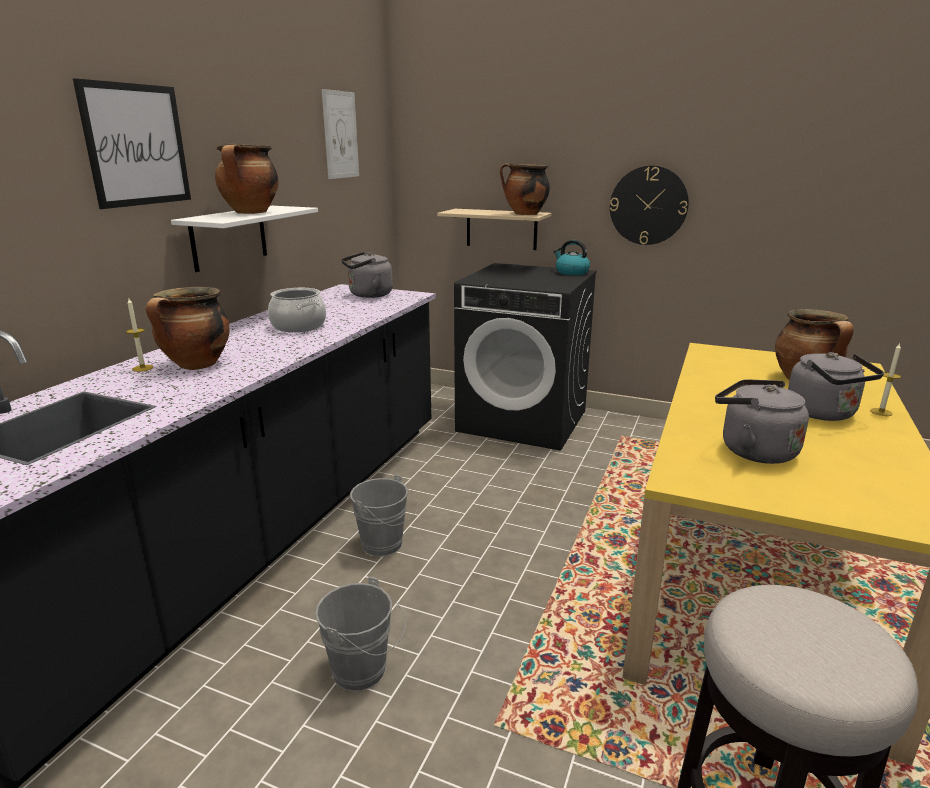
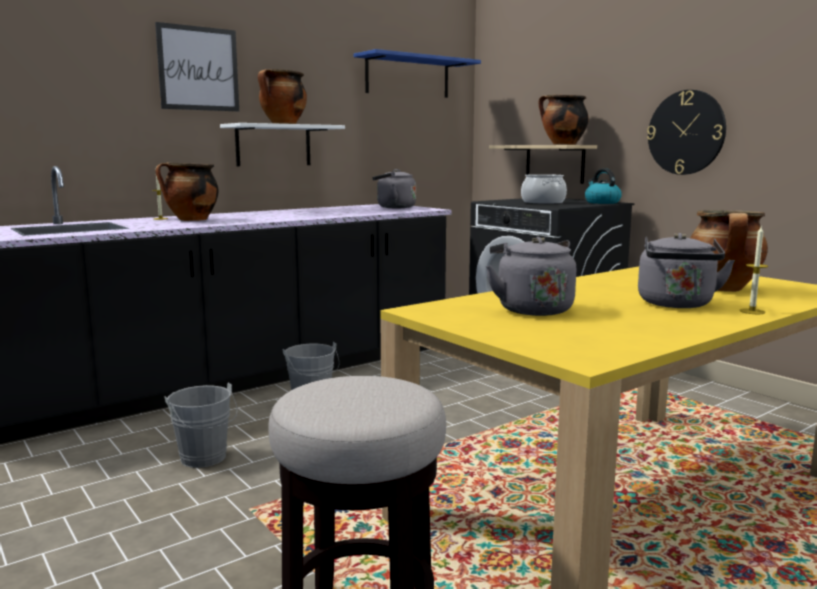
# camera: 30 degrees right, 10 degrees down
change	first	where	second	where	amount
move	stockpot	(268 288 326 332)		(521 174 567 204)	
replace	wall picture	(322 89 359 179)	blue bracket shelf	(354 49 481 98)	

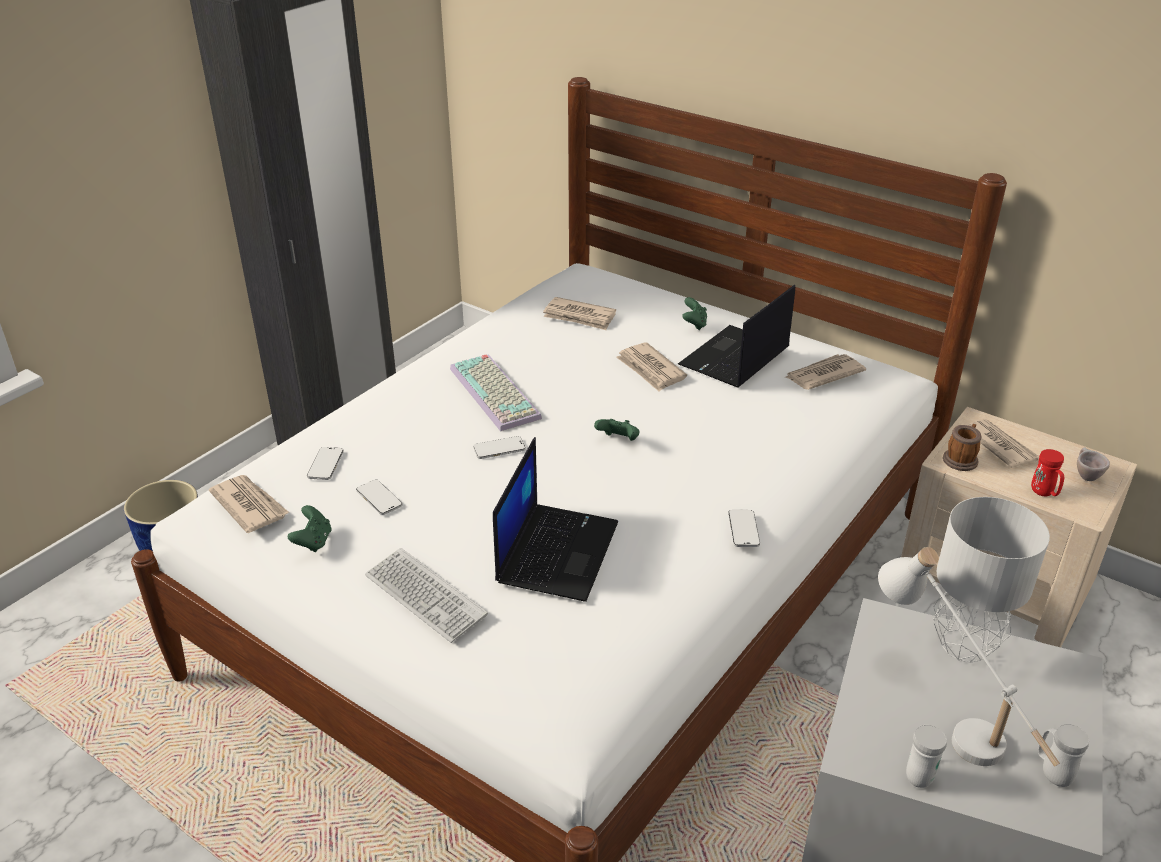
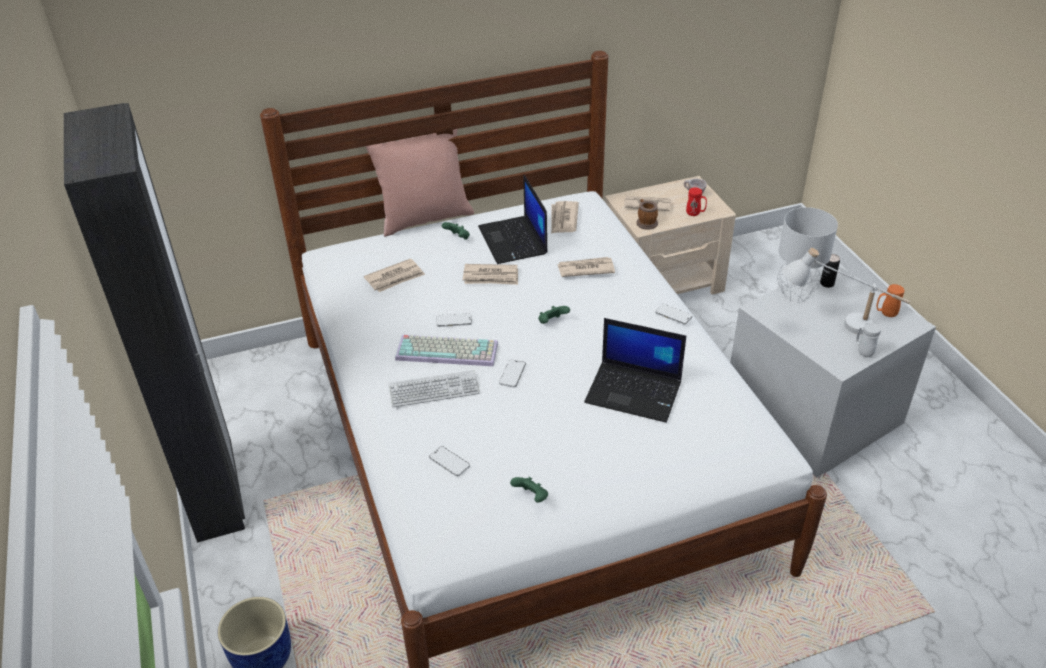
# camera: 55 degrees left, 5 degrees up
change	first	where	second	where	amount
insert			pink throw pillow	(365 129 474 237)	
insert			metal can	(820 254 840 288)	
move	daily paper	(209 475 289 533)		(558 257 615 277)	
move	phone	(356 480 402 515)		(437 313 472 327)	
move	keyboard	(365 548 488 643)		(388 370 480 407)	
recolor	white tea mug	(1038 724 1089 787)	orange tea mug	(876 284 904 317)	
rotate	portable computer	(493 437 618 602)		(584 318 686 423)	150 degrees clockwise

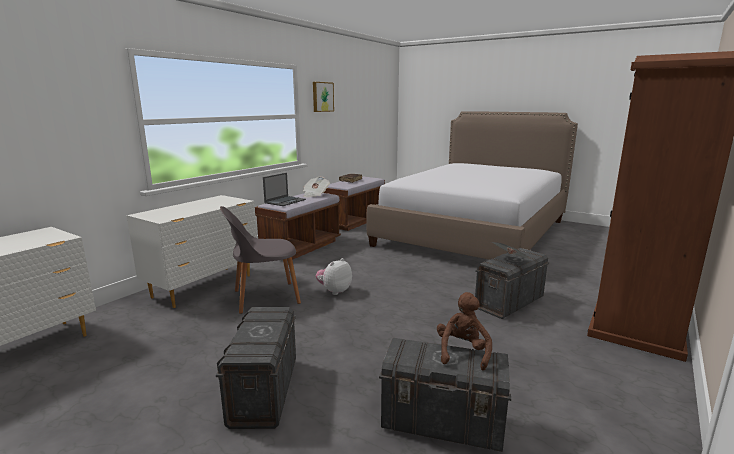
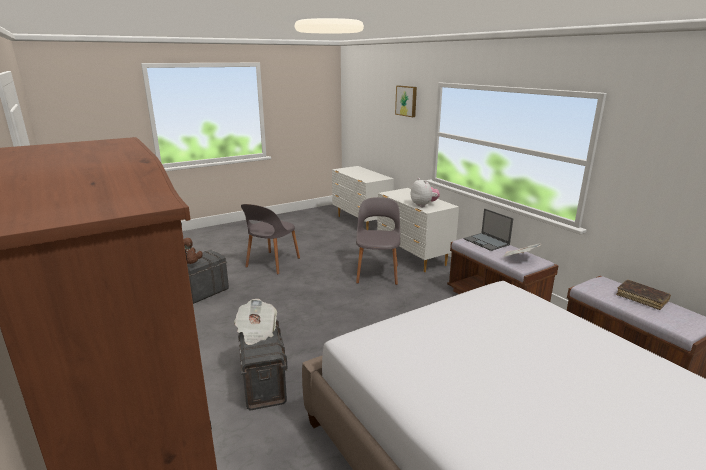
# camera: 115 degrees right, 5 degrees up
change	first	where	second	where	amount
move	wall picture	(313 82 334 112)		(395 86 417 117)	
move	cuddly toy	(315 258 352 295)		(411 178 440 207)	
replace	gray storage bin	(216 307 296 429)	gray chair	(241 204 300 274)	

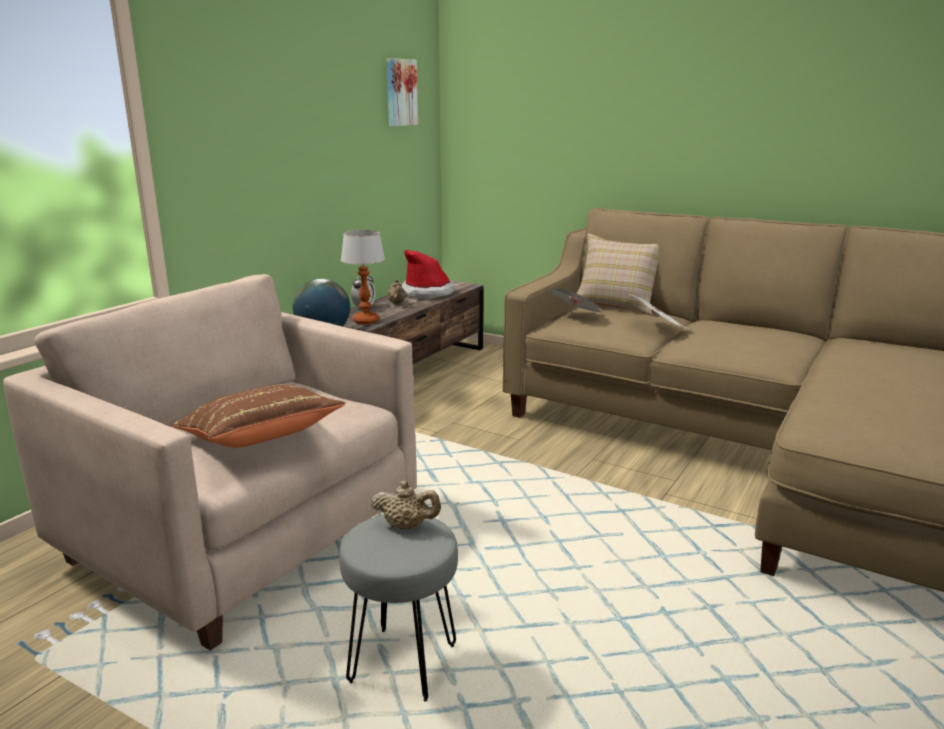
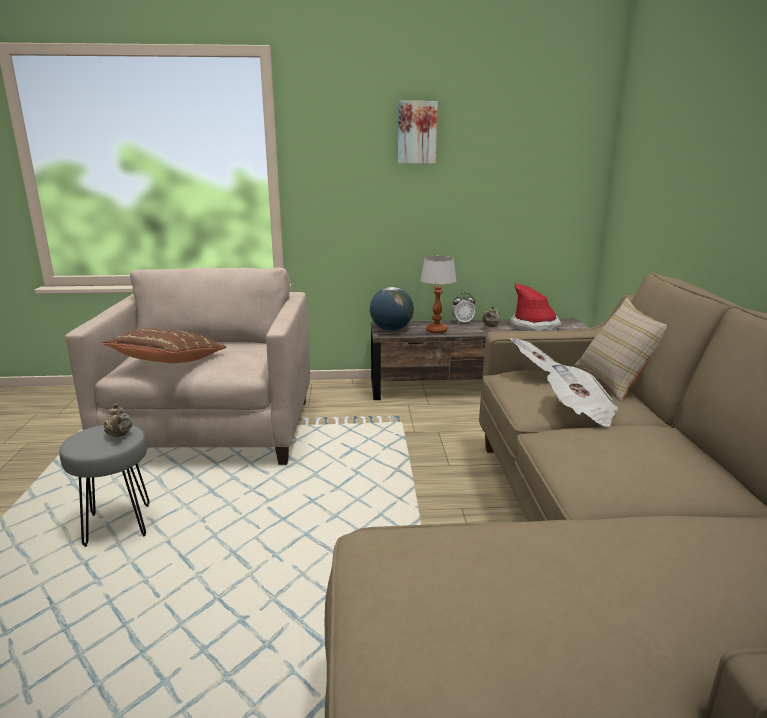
# camera: 55 degrees right, 0 degrees up
change	first	where	second	where	amount
move	wall picture	(387 58 418 126)		(398 101 438 163)	

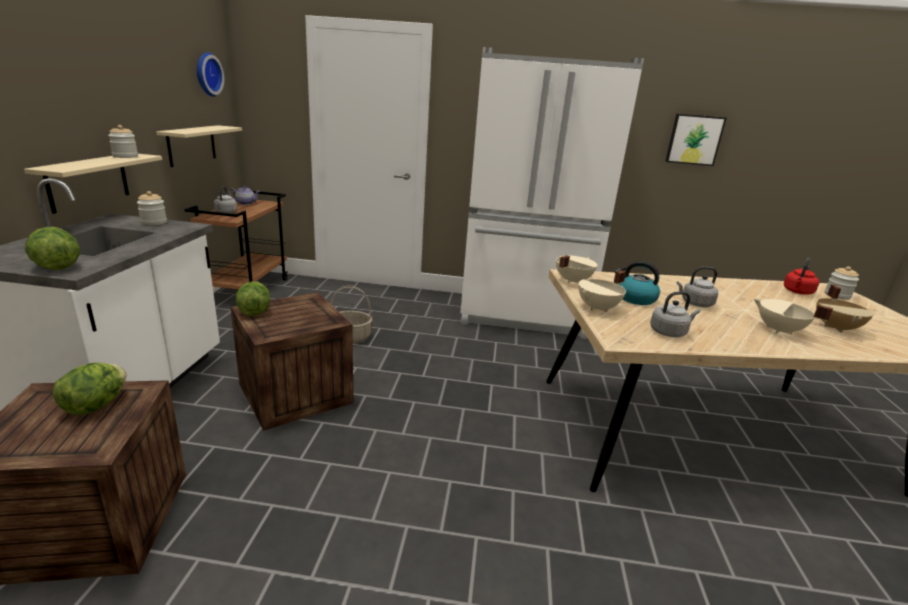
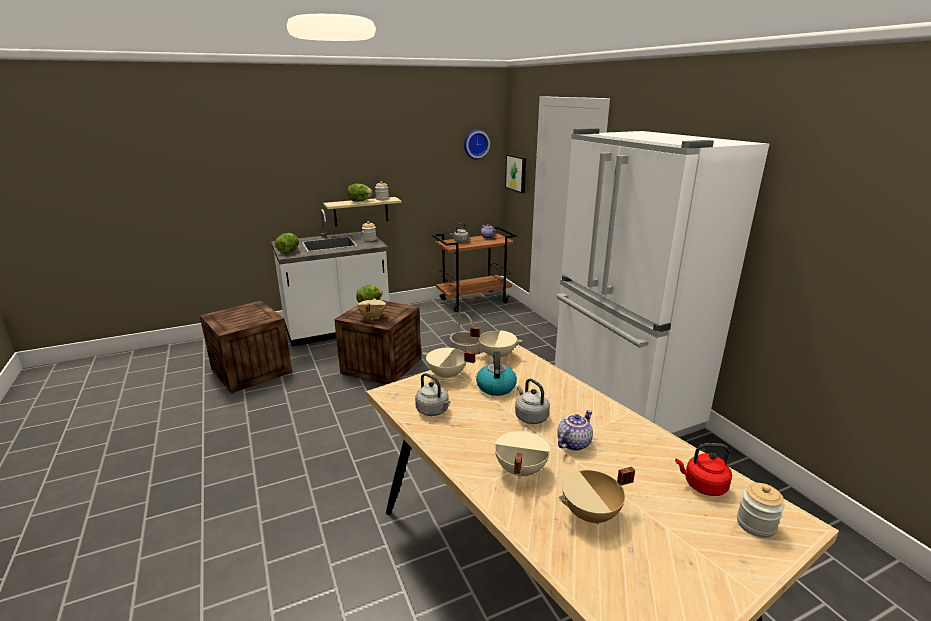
# camera: 60 degrees right, 0 degrees up
change	first	where	second	where	amount
delete	beige-coloured bracket shelf	(156 125 242 167)			
insert			beige-coloured stockpot	(358 298 386 320)	
insert			tea pot	(557 410 593 451)	
move	lettuce head	(52 362 126 415)		(348 183 372 202)	
move	wall picture	(665 114 727 166)		(505 154 526 193)	

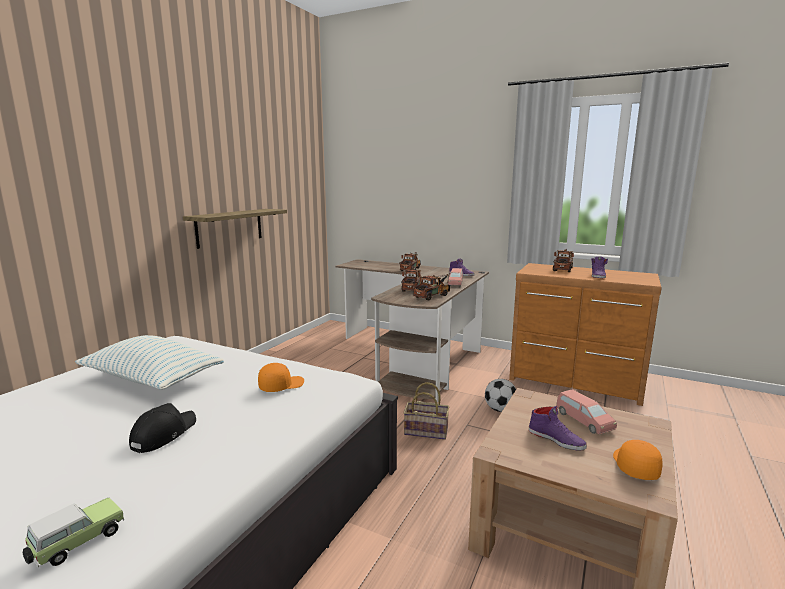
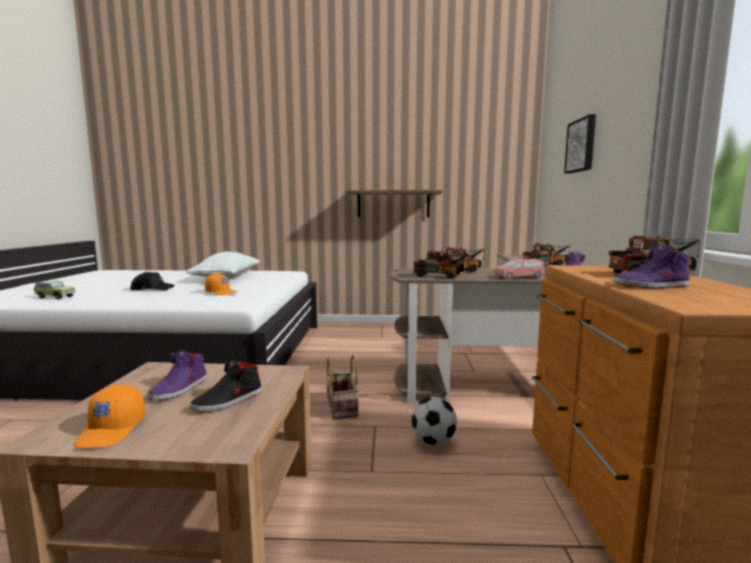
# camera: 65 degrees right, 5 degrees down
change	first	where	second	where	amount
insert			wall picture	(564 114 596 174)	
replace	pink miniature car	(556 389 617 434)	black-coloured item of footwear	(190 360 261 412)	
rotate	orange peaked cap	(613 440 663 480)		(73 384 145 448)	105 degrees clockwise

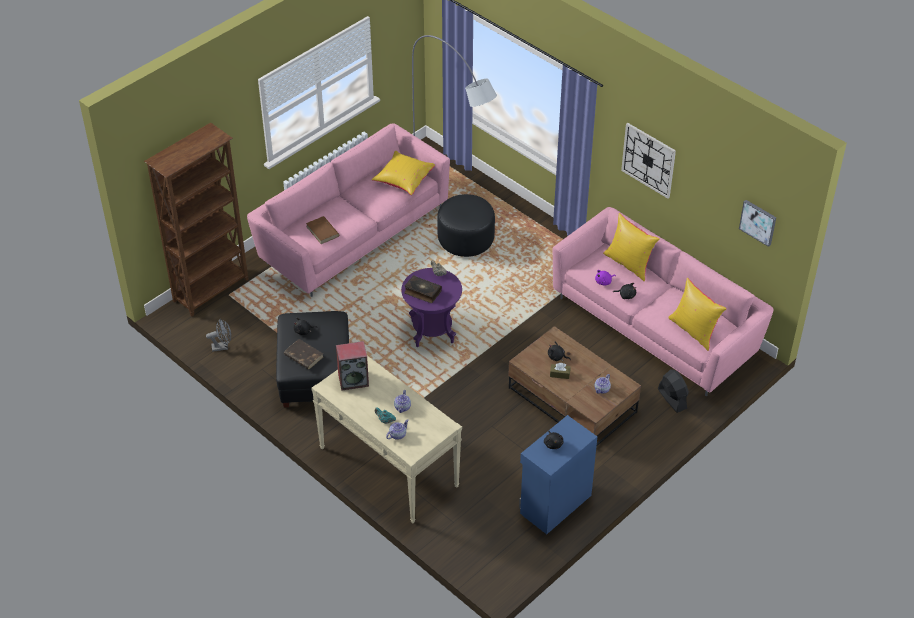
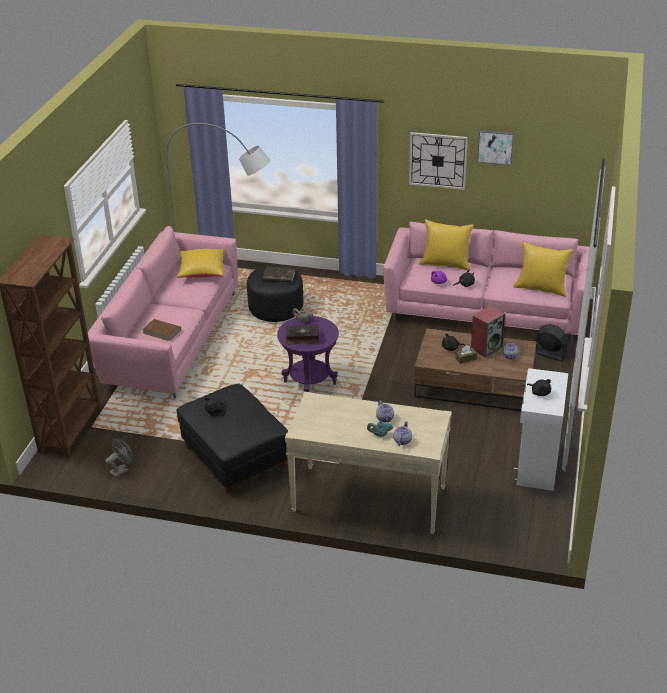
# camera: 30 degrees left, 10 degrees down
change	first	where	second	where	amount
move	brown book	(284 339 323 370)		(263 267 295 282)	
move	loudspeaker	(336 341 369 391)		(471 306 505 358)	
move	wall picture	(739 200 776 247)		(477 130 514 166)	
recolor	blue storage cabinet	(519 415 597 534)	white storage cabinet	(513 368 568 491)	

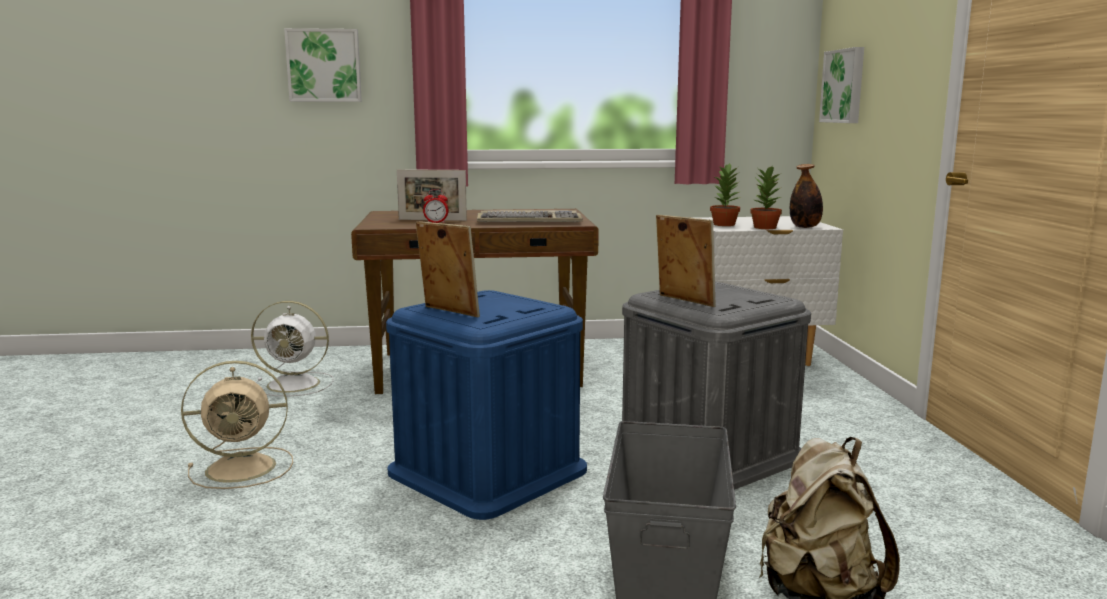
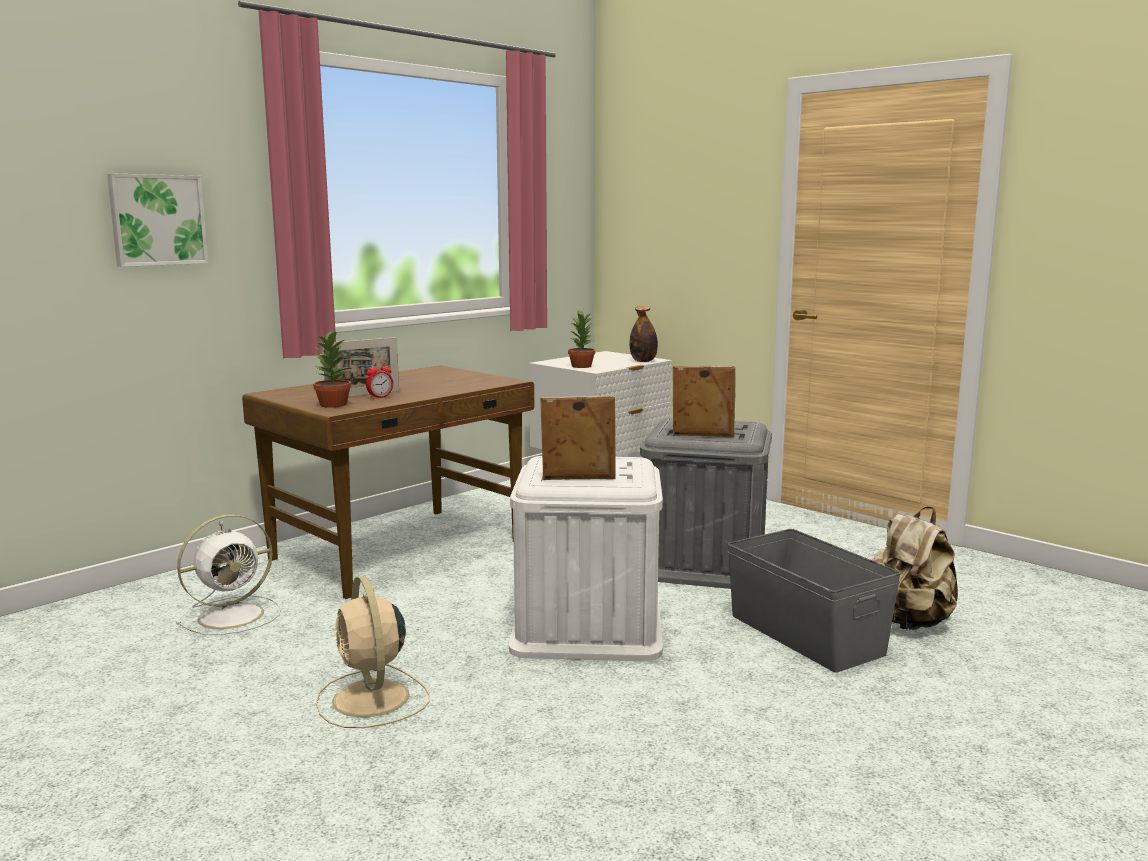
# camera: 40 degrees left, 0 degrees up
change	first	where	second	where	amount
delete	keyboard	(477 210 583 222)			
delete	wall picture	(819 47 864 123)			
move	plant in a pot	(750 166 782 229)		(313 331 351 408)	
recolor	blue storage bin	(386 290 587 520)	white storage bin	(509 456 663 661)	
rotate	beige-coloured cooling fan	(181 361 293 489)		(316 576 430 728)	120 degrees clockwise

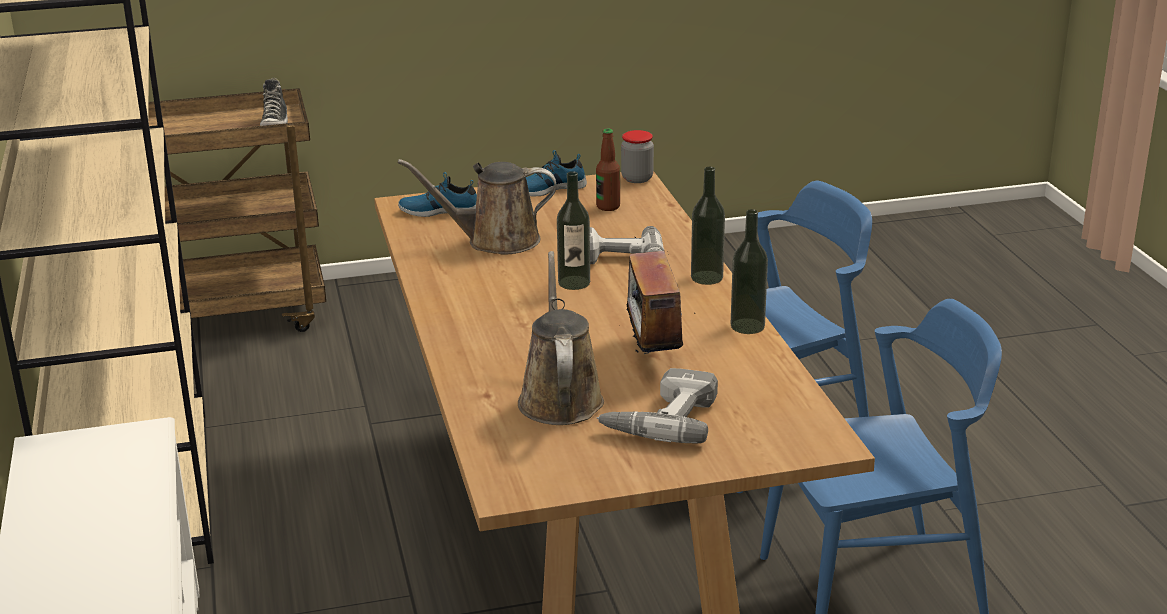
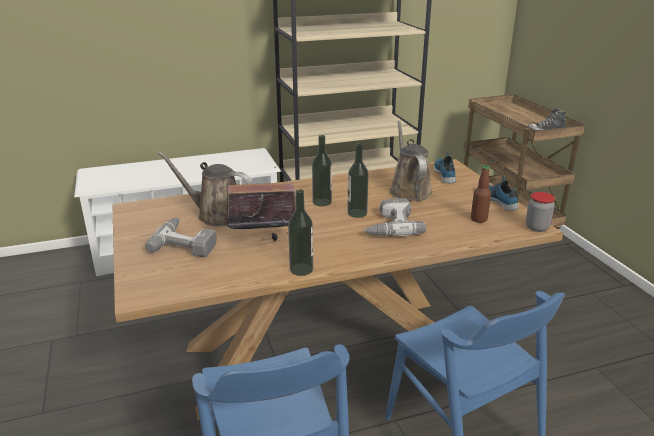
# camera: 85 degrees right, 0 degrees up
change	first	where	second	where	amount
move	bottle	(691 167 725 285)		(312 135 332 207)	
rotate	brown sprinkling can	(518 251 604 425)		(157 151 252 226)	150 degrees counterclockwise

